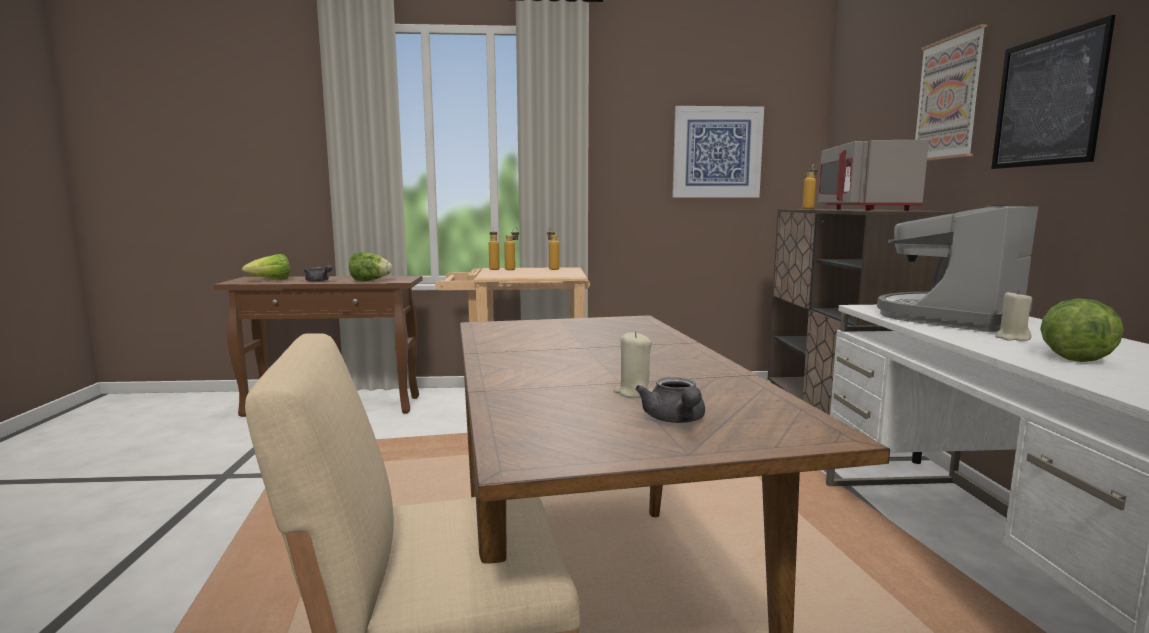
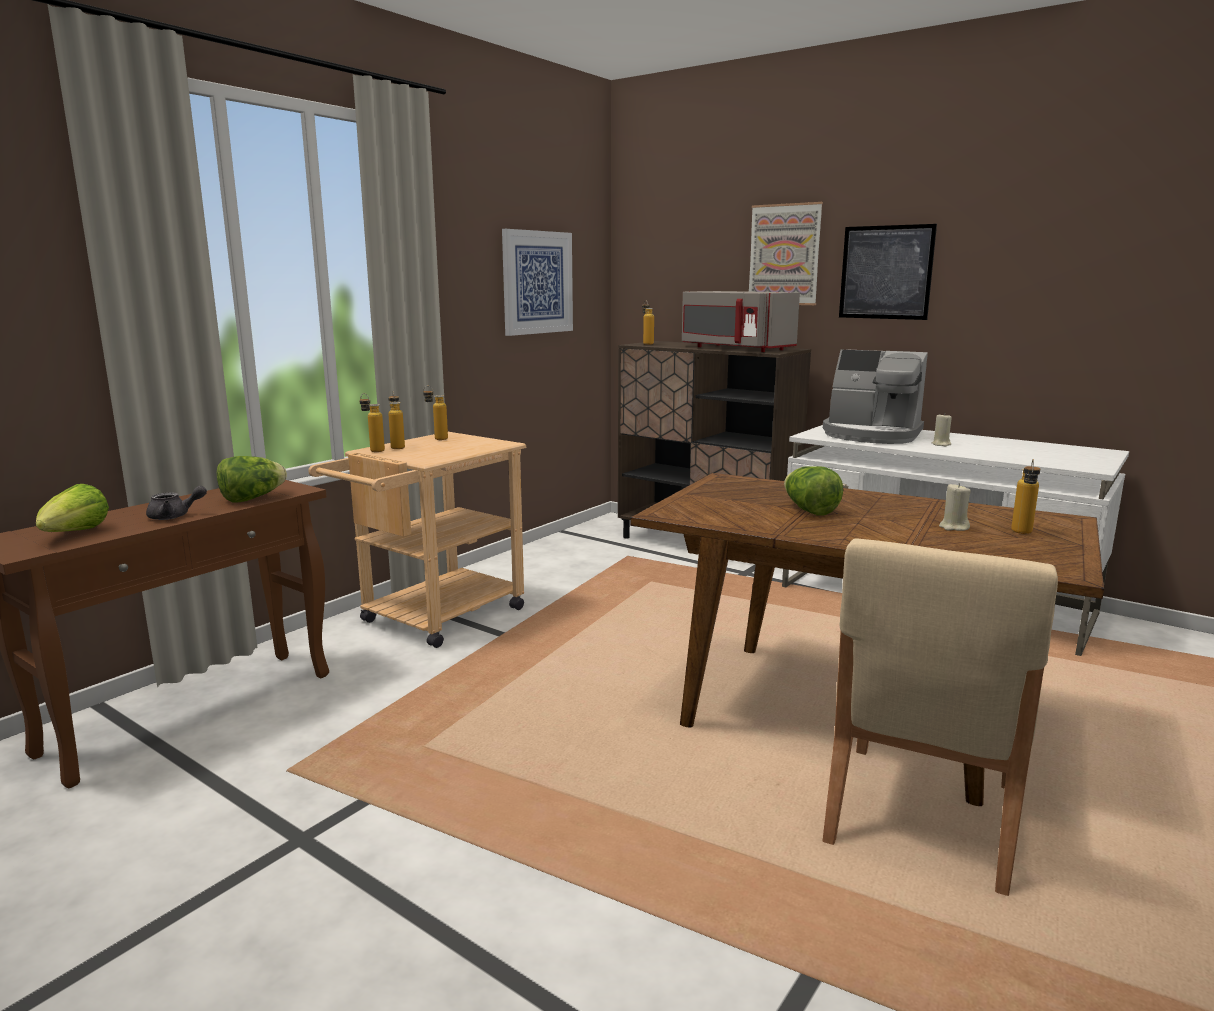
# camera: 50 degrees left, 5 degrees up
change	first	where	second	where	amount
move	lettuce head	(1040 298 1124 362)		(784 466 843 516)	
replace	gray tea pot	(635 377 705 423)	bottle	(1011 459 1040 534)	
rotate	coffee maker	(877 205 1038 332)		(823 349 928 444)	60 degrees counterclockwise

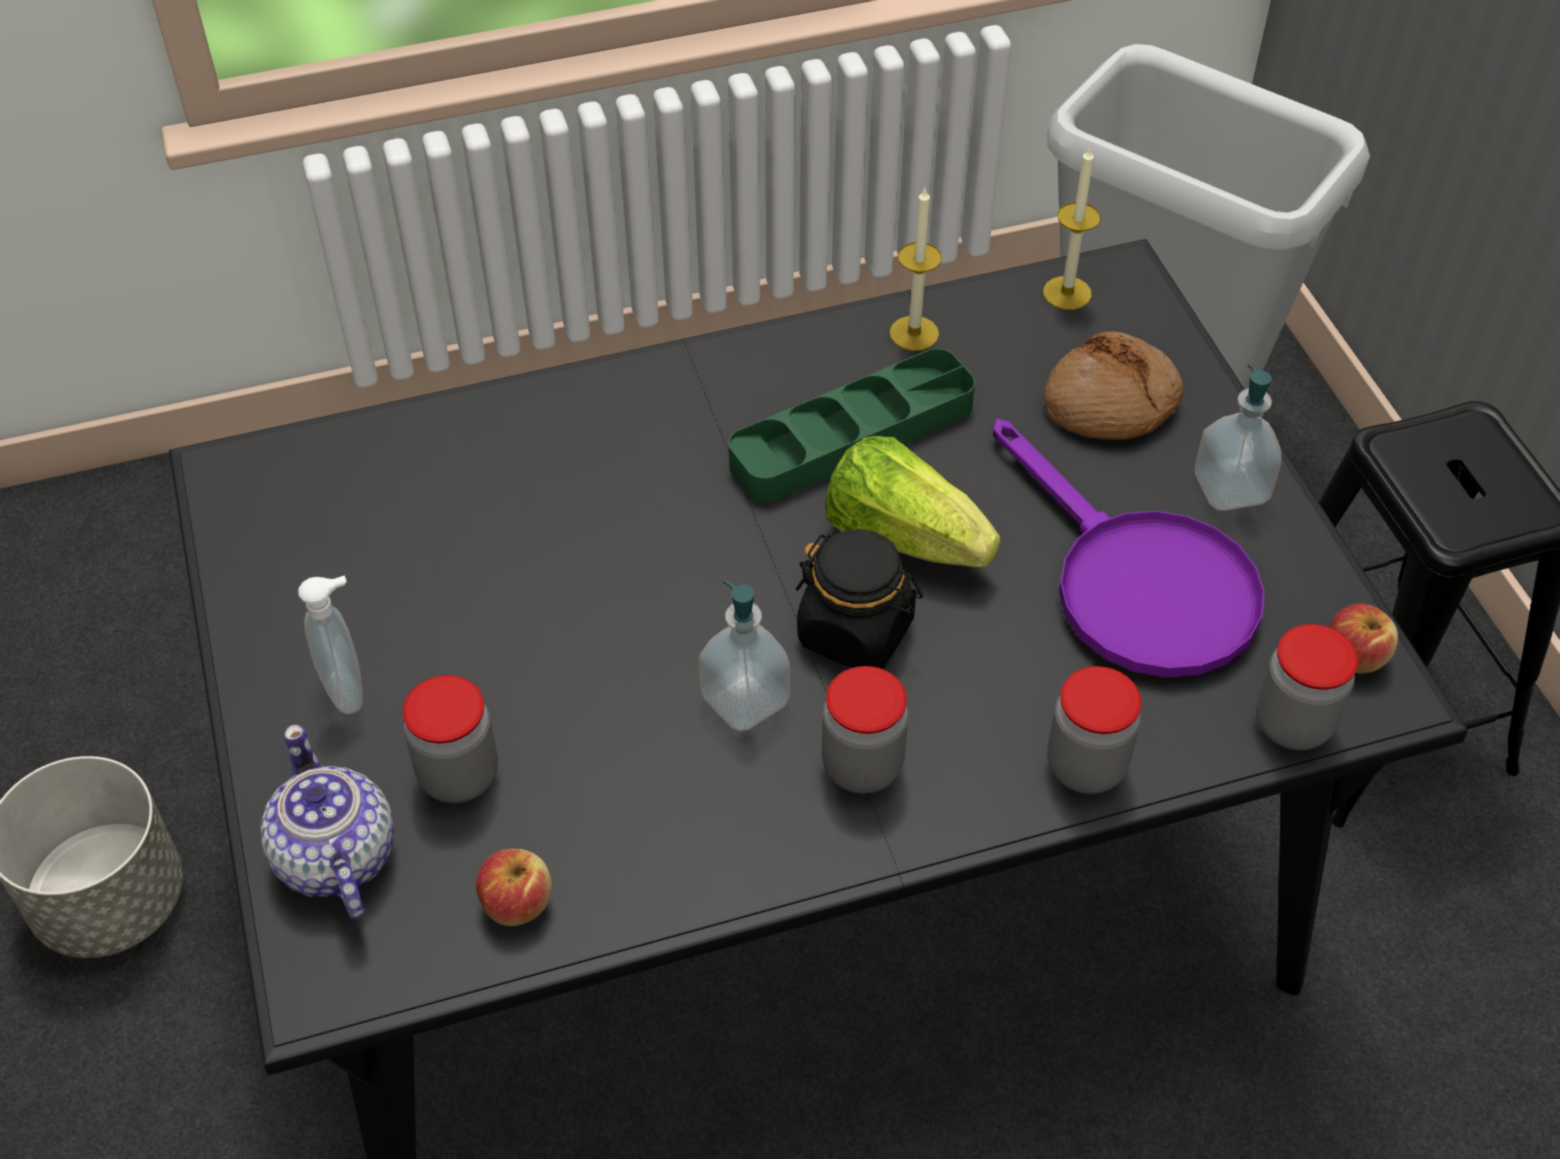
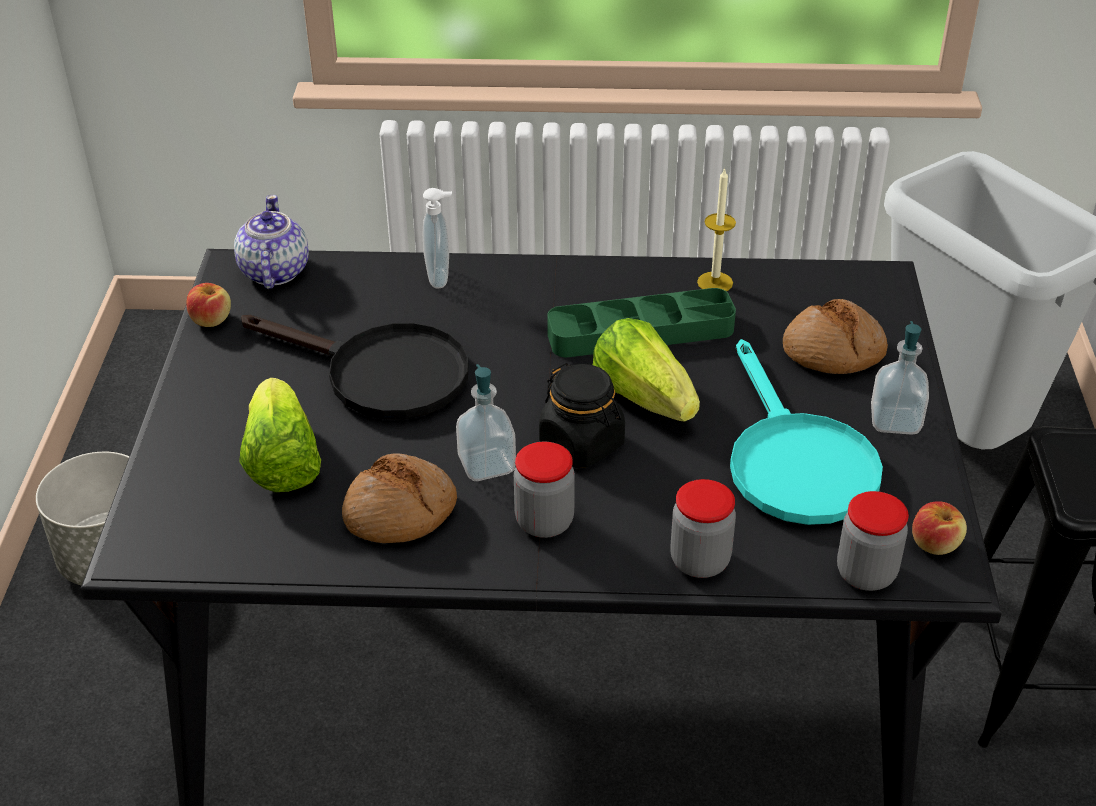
# camera: 20 degrees right, 10 degrees down
change	first	where	second	where	amount
delete	wax candle	(1043 147 1101 310)			
insert			black-coloured pan	(241 315 469 420)	
insert			baked bread	(342 453 457 543)	
move	tea pot	(260 724 395 919)		(234 195 309 289)	
move	liquid soap bottle	(298 575 363 714)		(423 188 452 288)	
move	whole apple	(476 849 552 926)		(186 283 231 327)	
replace	jar	(403 675 498 803)	lettuce head	(239 378 321 492)	
recolor	purple-coloured pan	(993 419 1265 678)	turquoise pan	(730 339 883 525)	

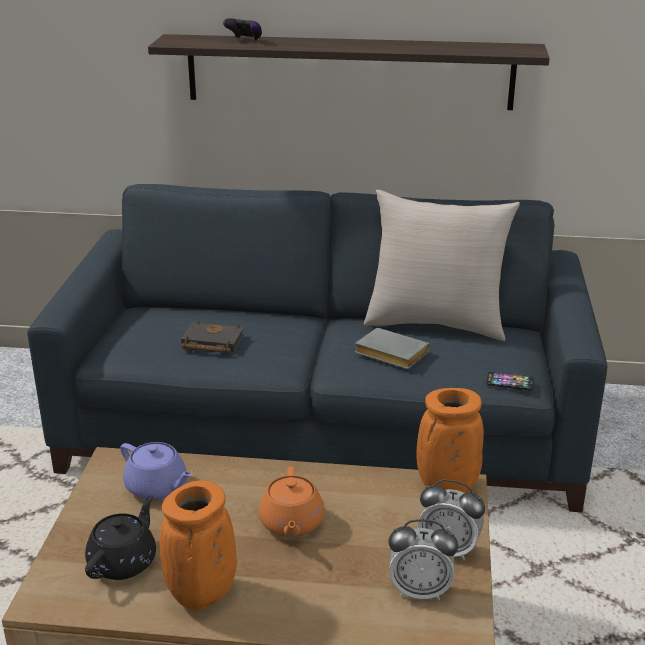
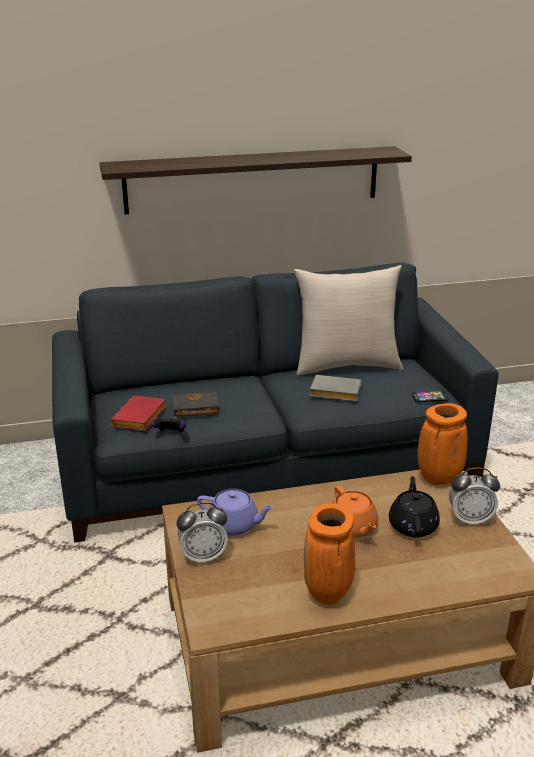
# camera: 20 degrees left, 0 degrees up
change	first	where	second	where	amount
insert			red-coloured book	(110 396 167 431)	
move	black-coloured tea pot	(85 495 156 580)		(389 476 440 537)	
move	gamepad	(223 18 262 41)		(151 417 186 433)	
move	bedside clock	(388 519 458 600)		(177 502 228 564)	

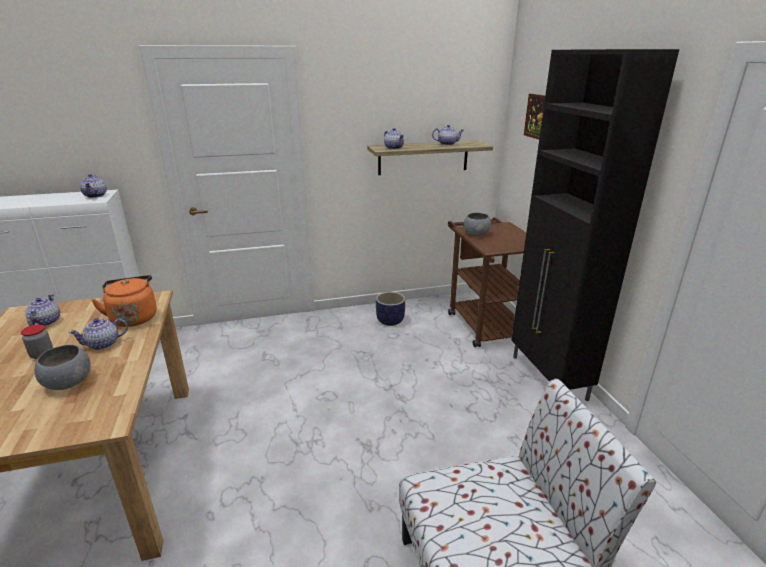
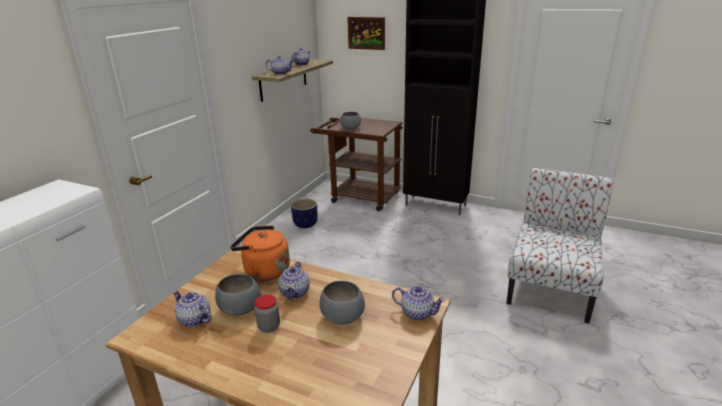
# camera: 50 degrees left, 0 degrees up
change	first	where	second	where	amount
insert			gray deep dish	(215 274 261 315)	
move	tea pot	(80 174 107 198)		(392 286 446 320)	

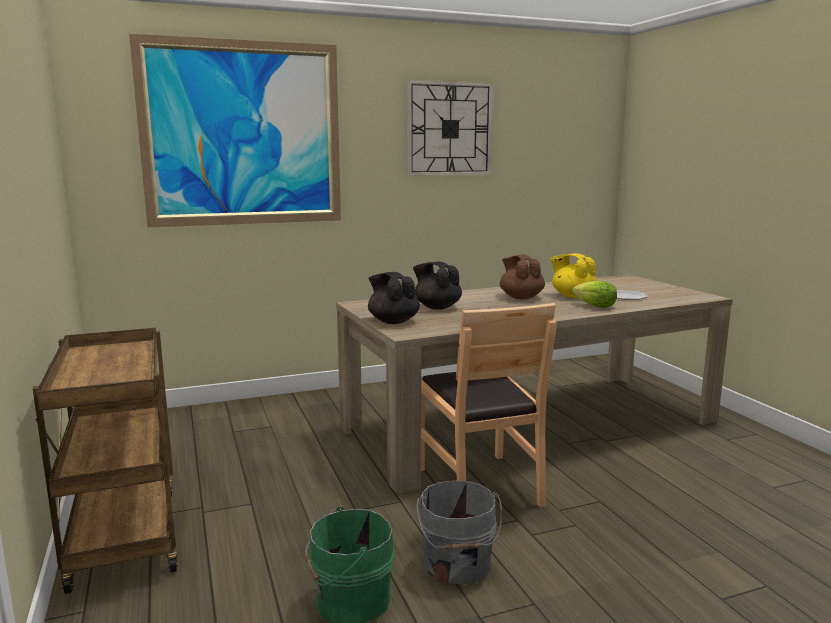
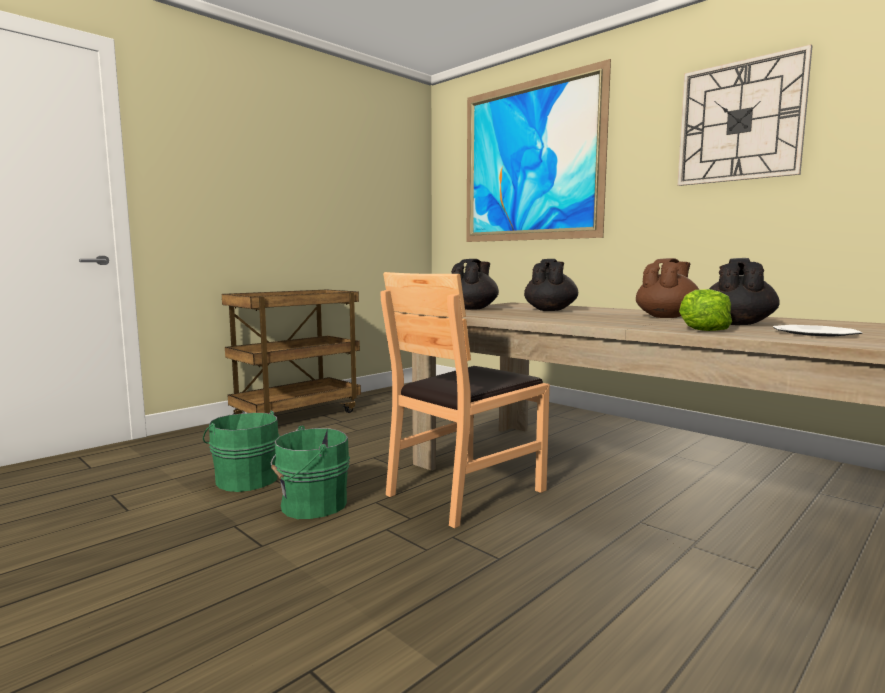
# camera: 65 degrees right, 5 degrees down
change	first	where	second	where	amount
recolor	gray bucket	(416 481 502 584)	green-coloured bucket	(271 425 350 519)	
recolor	yellow-coloured tea pot	(550 253 597 298)	black-coloured tea pot	(709 258 780 325)	

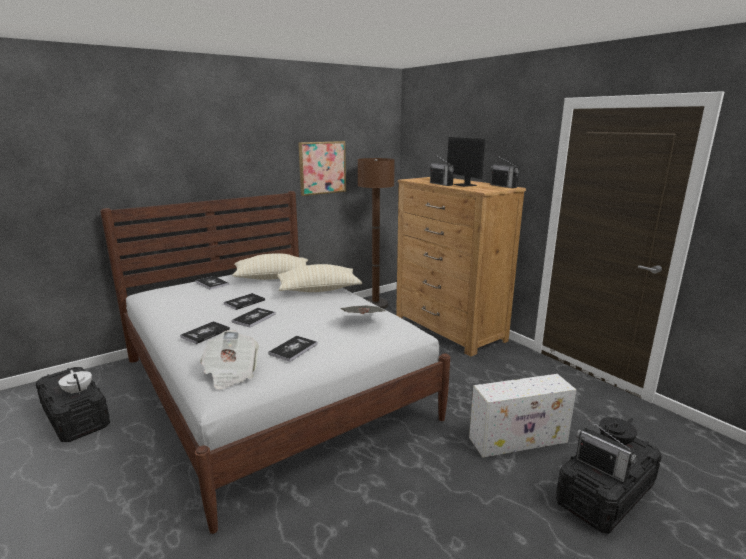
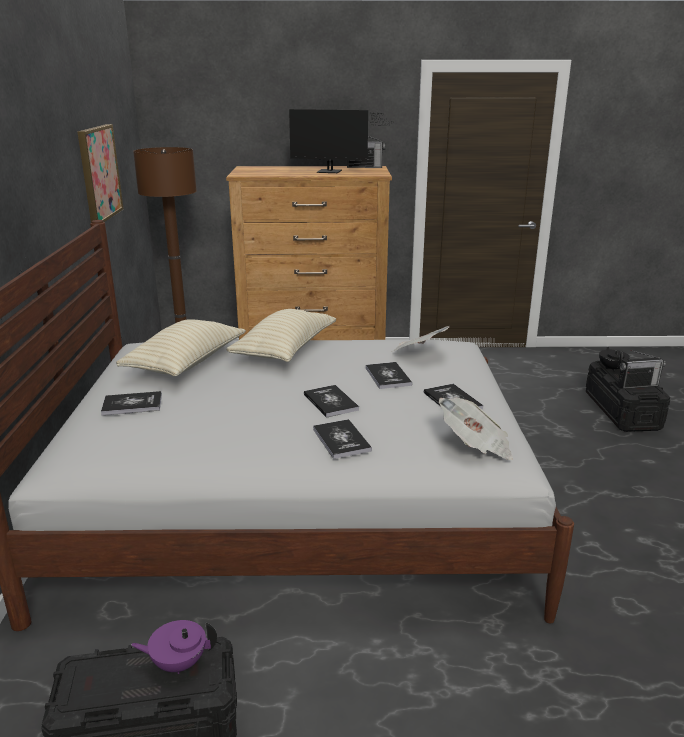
# camera: 55 degrees left, 5 degrees up
change	first	where	second	where	amount
delete	radio	(430 154 454 186)			
delete	white storage bin	(469 374 577 457)			
move	book	(224 293 265 310)		(366 362 412 389)	
recolor	white tea pot	(58 370 92 394)	purple-coloured tea pot	(131 620 217 674)	

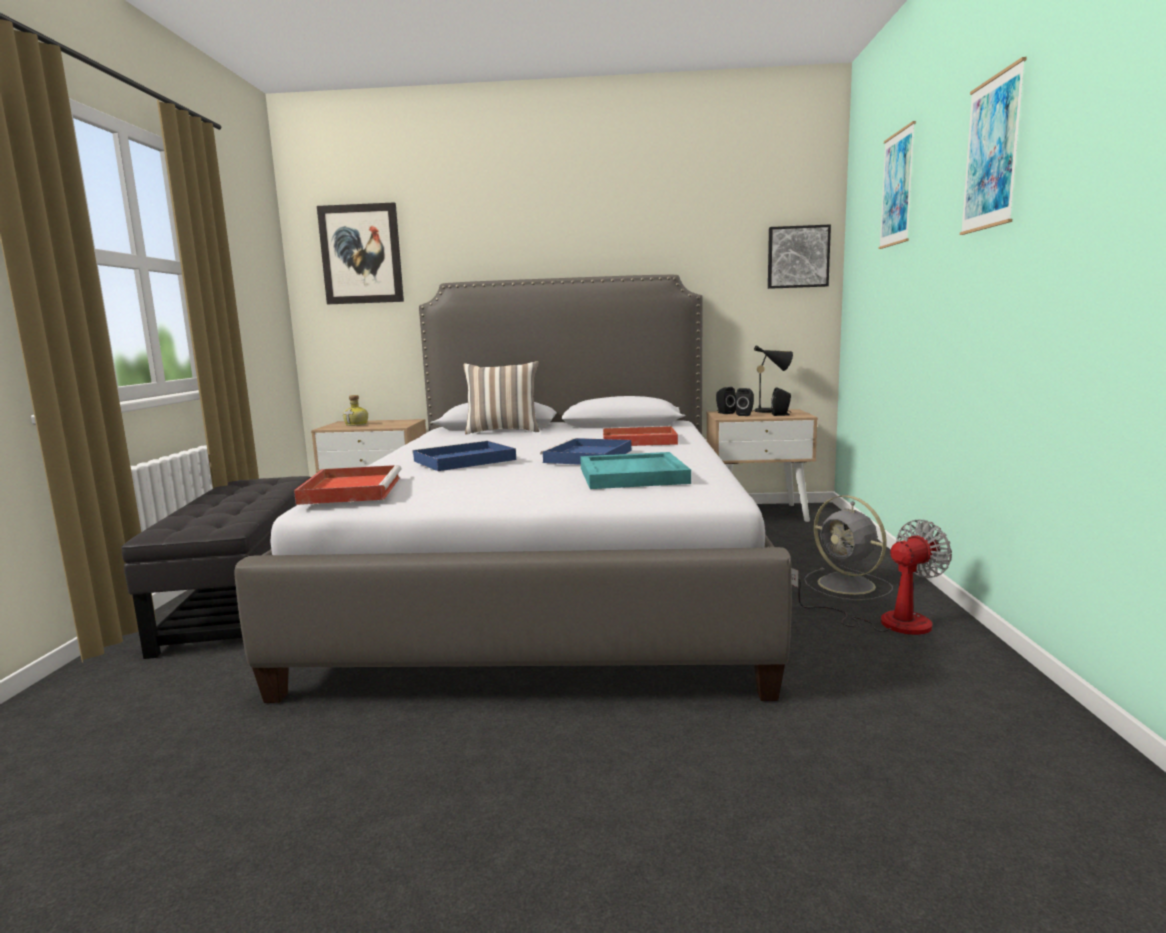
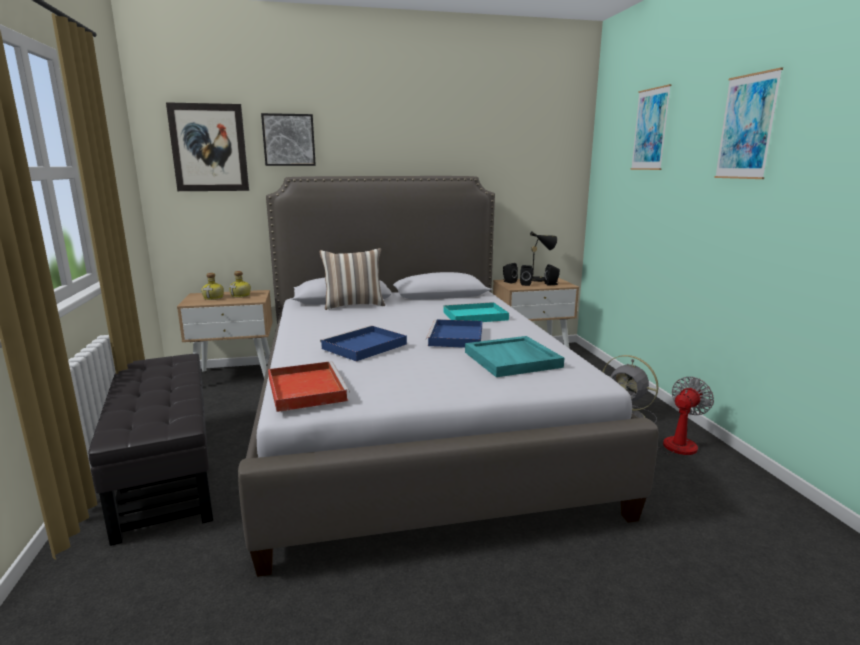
# camera: 15 degrees left, 5 degrees up
change	first	where	second	where	amount
insert			bottle	(229 271 251 298)	
move	wall picture	(768 224 831 289)		(261 113 316 166)	
recolor	red-coloured tray	(603 426 678 446)	turquoise tray	(443 302 509 322)	

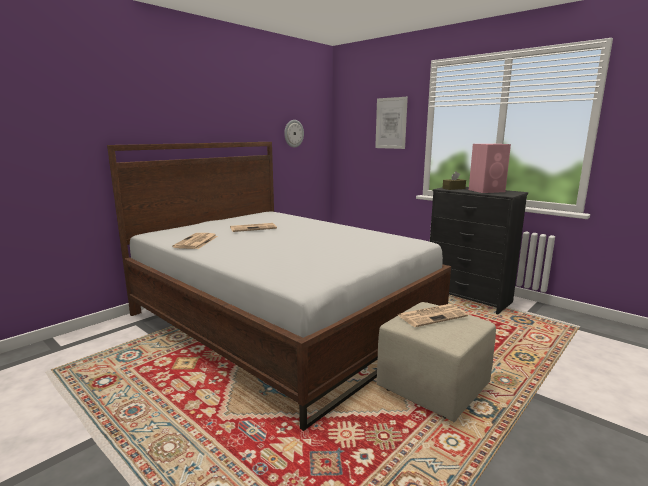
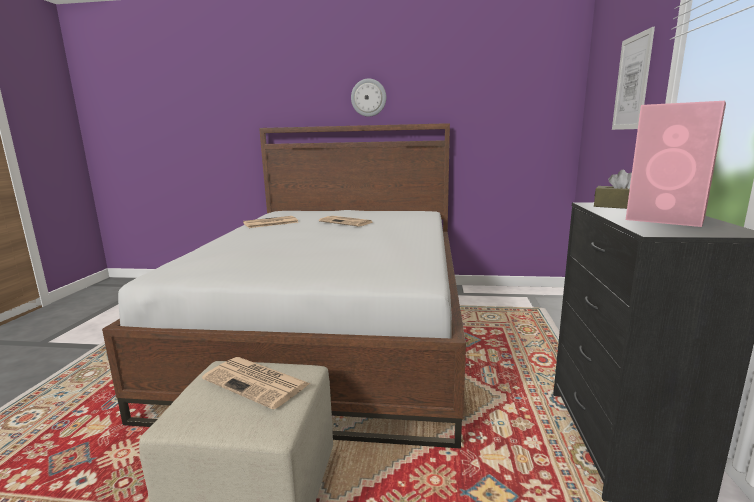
# camera: 55 degrees right, 0 degrees up
change	first	where	second	where	amount
move	clock on the wall	(284 120 304 147)		(351 79 386 117)	

